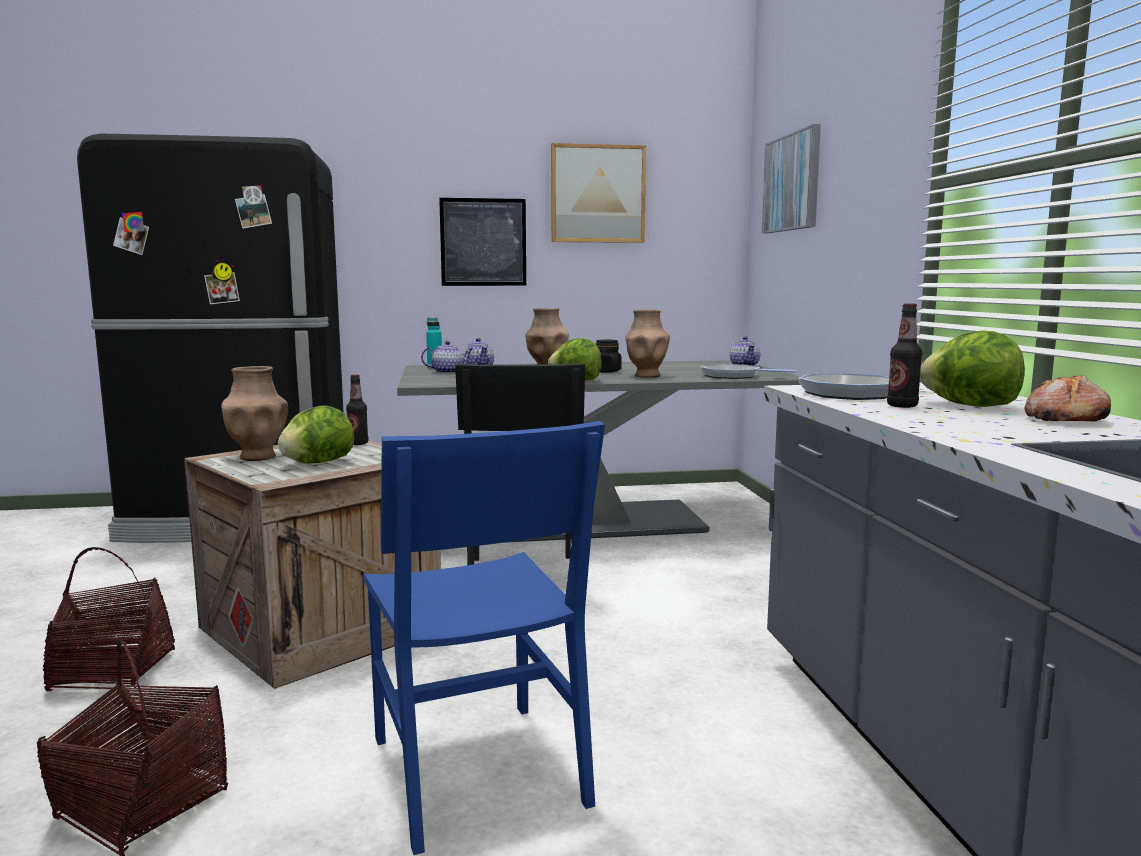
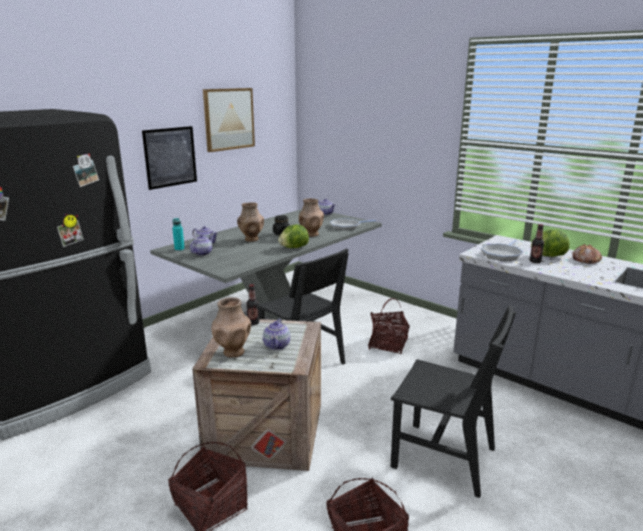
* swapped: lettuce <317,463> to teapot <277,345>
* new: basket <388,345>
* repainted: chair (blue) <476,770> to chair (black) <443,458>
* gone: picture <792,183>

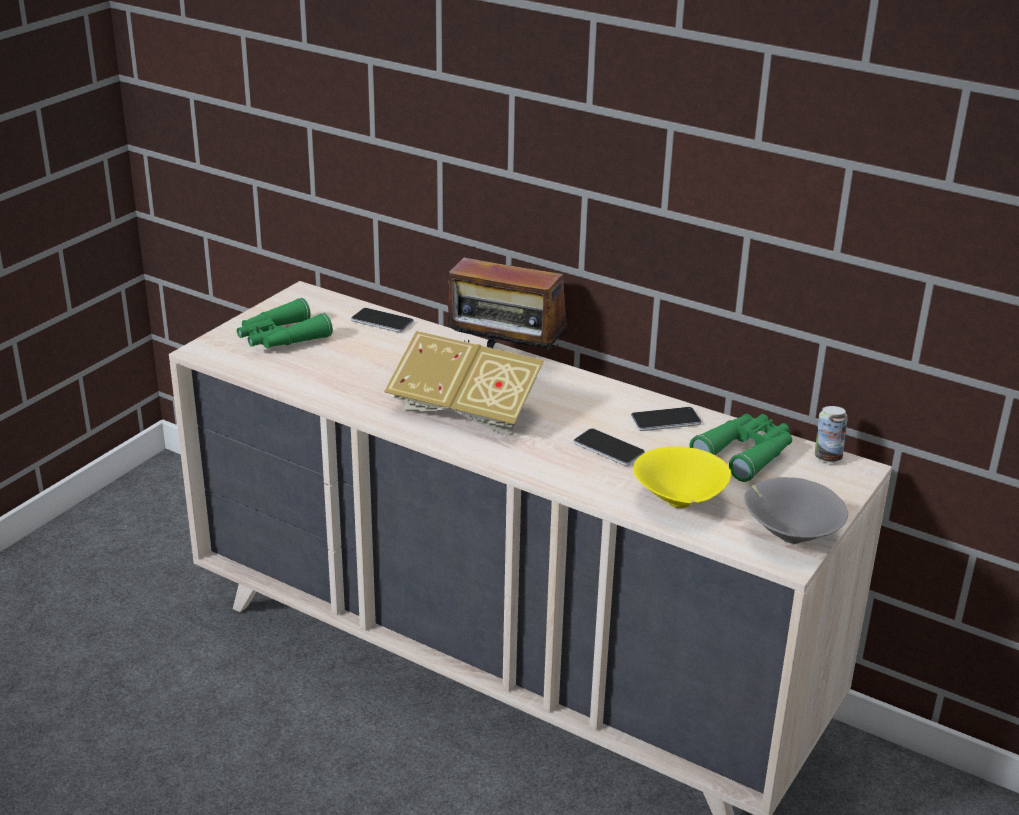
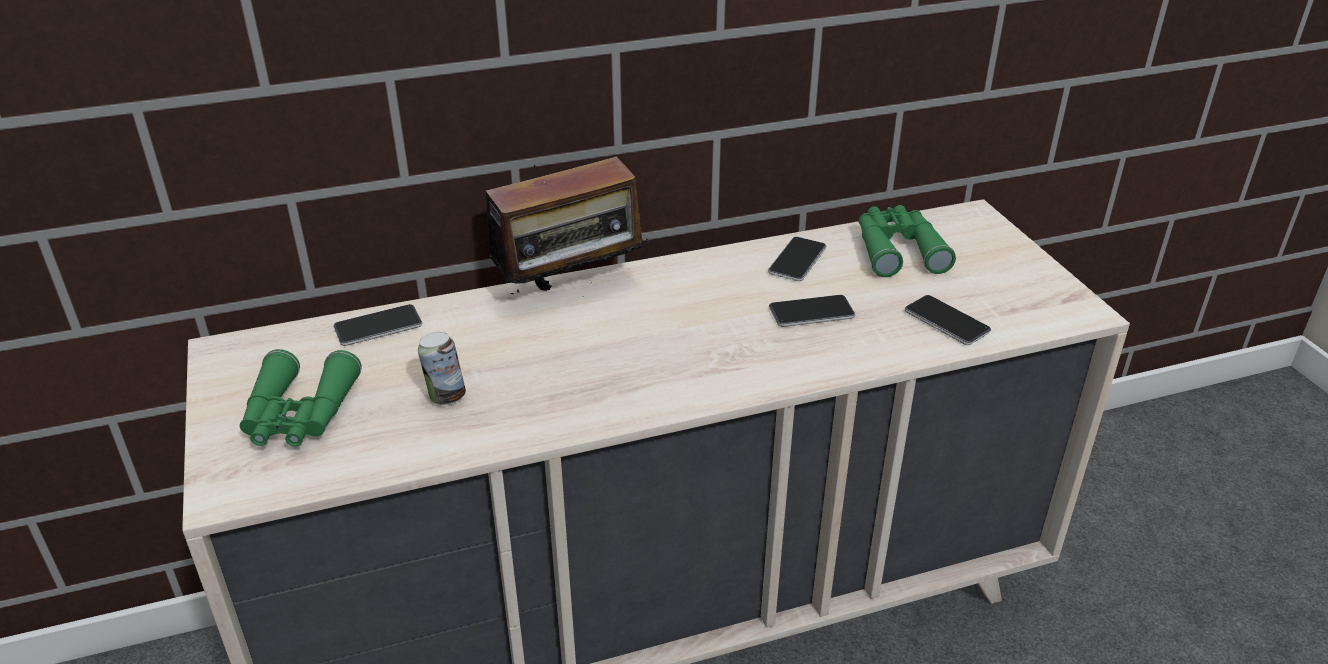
* shifted: can <827,457> to <446,397>
* swapped: bowl (yellow) <679,503> to phone <946,321>
* gone: book <465,411>
* gone: bowl (grey) <789,536>

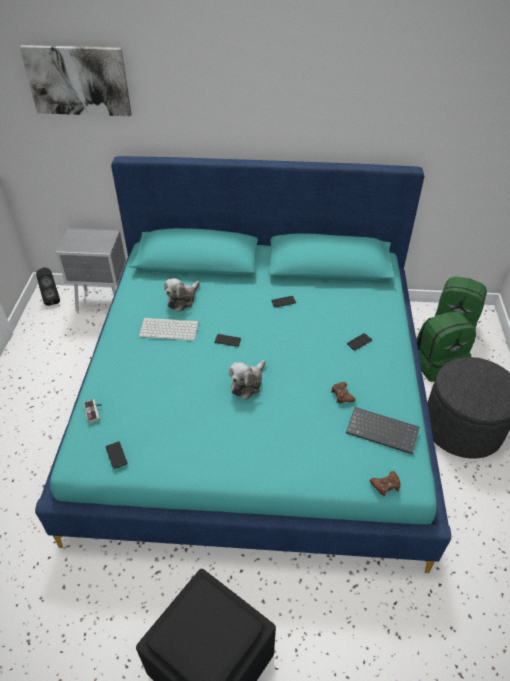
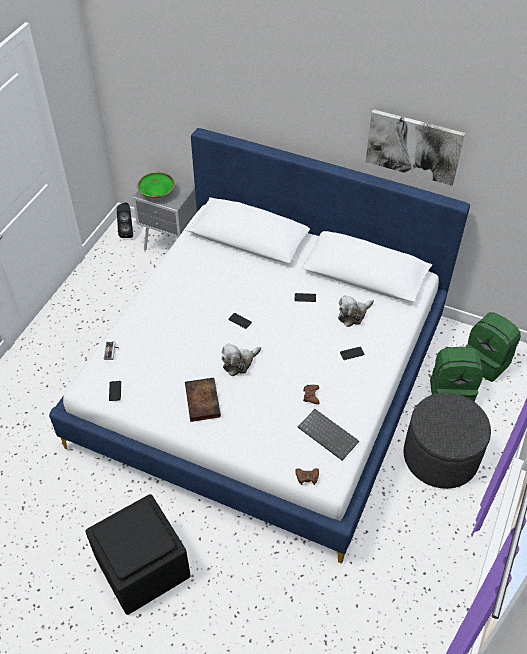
* repainted: bed (turquoise) <255,404> to bed (white) <263,380>
* new: bowl (green) <157,193>
* new: book <201,400>
* shifted: plush toy <182,299> to <353,315>
* shifted: picture <78,80> to <414,146>
* gone: keyboard <170,329>

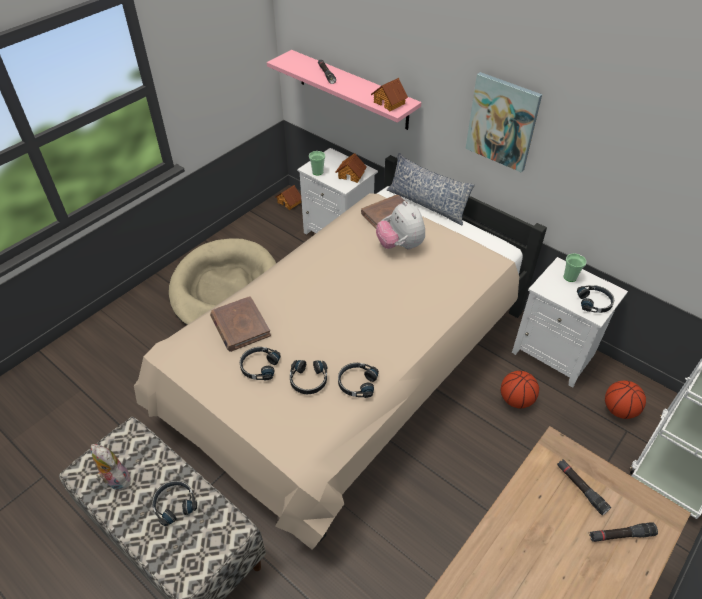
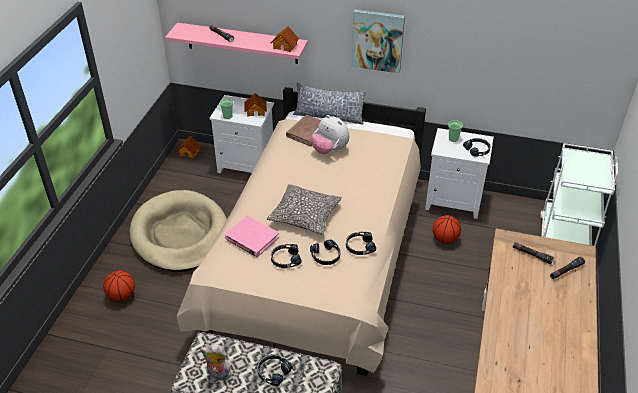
* shifted: basketball <619,410> to <121,296>
* repainted: book (brown) <240,326> to book (pink) <251,238>
* new: pillow <305,215>

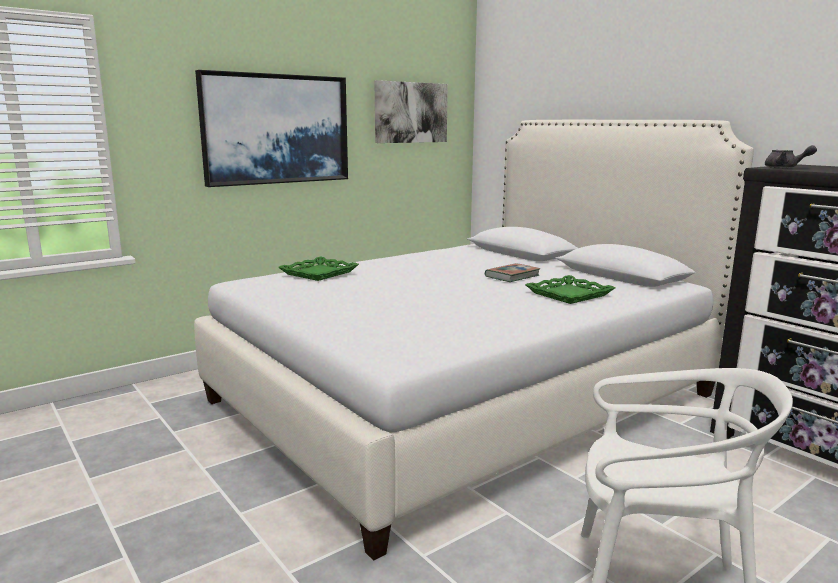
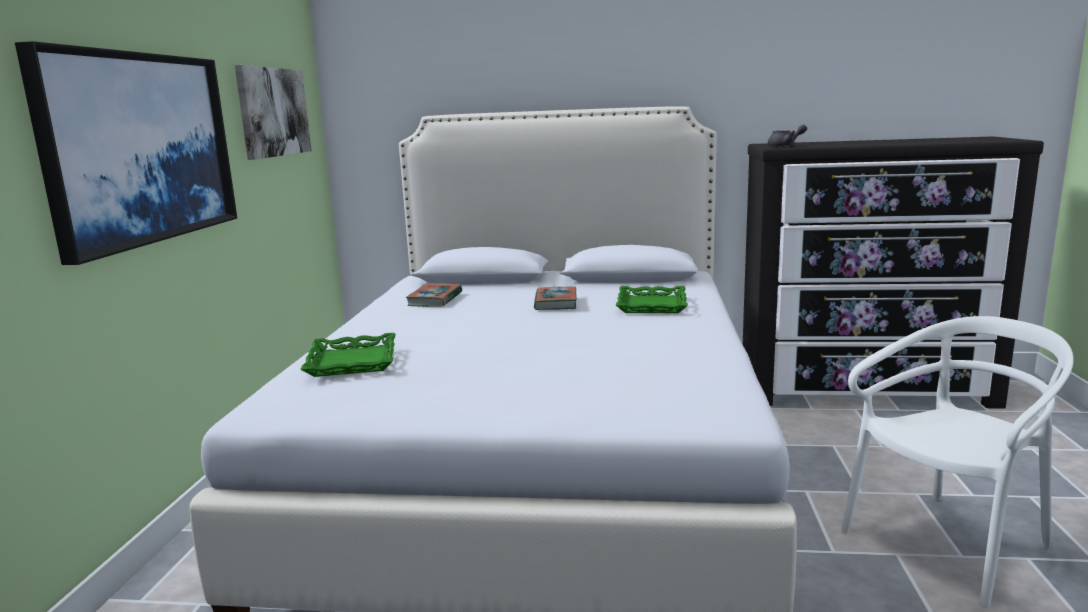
* new: book <435,299>

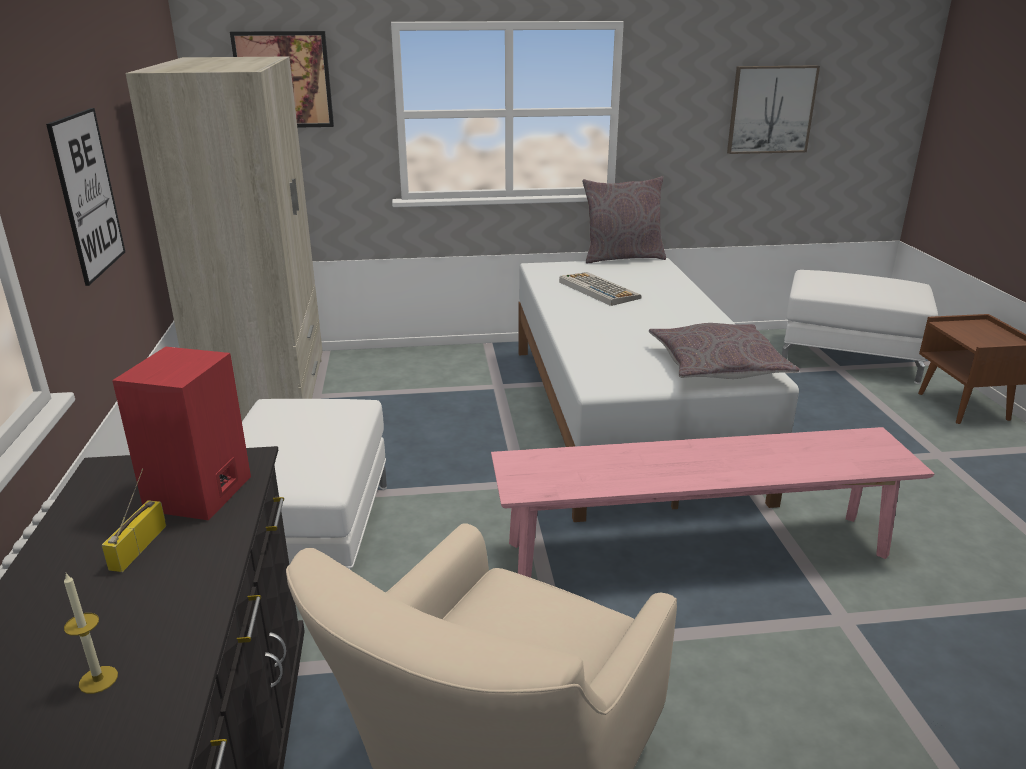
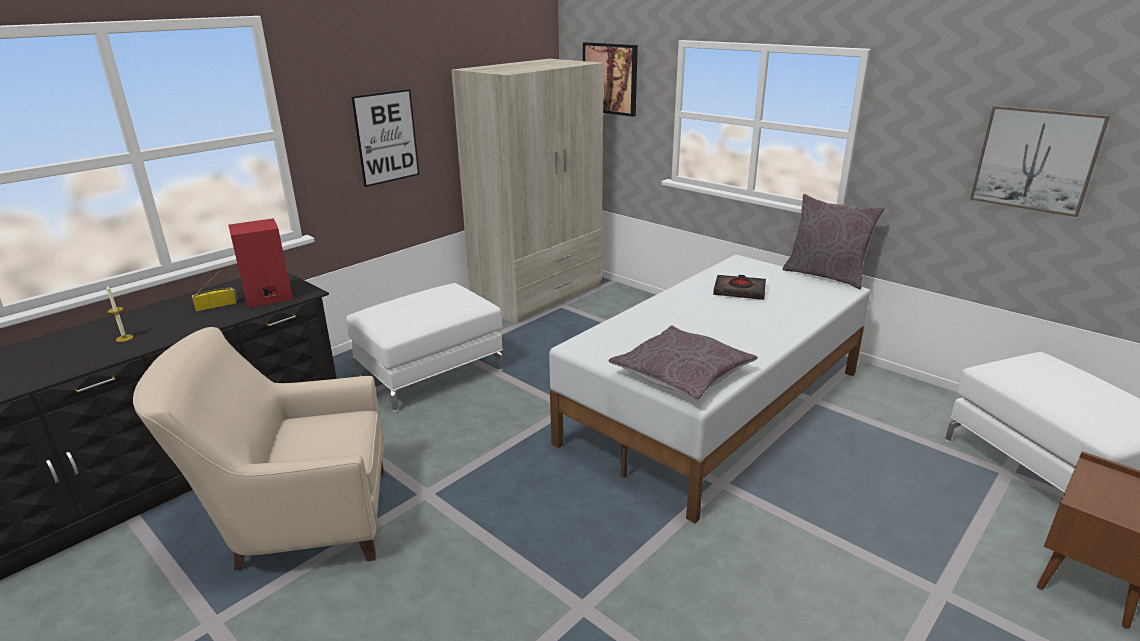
* swapped: keyboard <597,290> to book (black) <739,291>
* gone: bench (pink) <697,549>

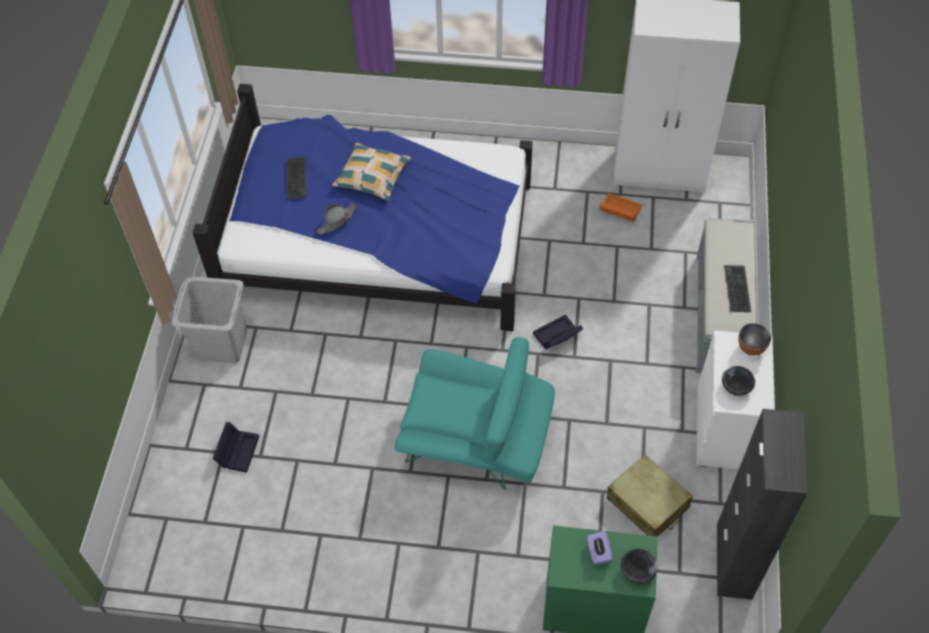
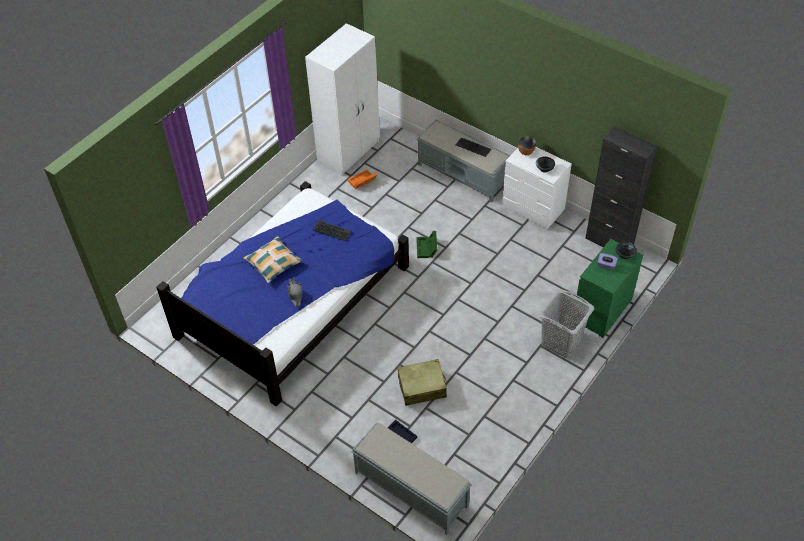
* shifted: keyboard <295,178> to <332,231>
* new: bench (grey) <410,489>
* shifted: suitcase (beige) <647,503> to <422,387>
* repainted: storage box (black) <556,336> to storage box (green) <426,248>
* shifted: laundry basket (grey) <222,344> to <561,341>
* gone: armchair (turquoise) <476,440>

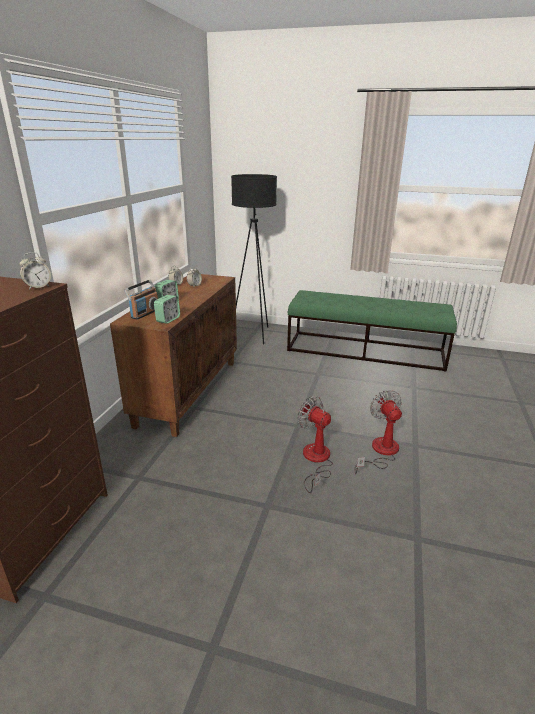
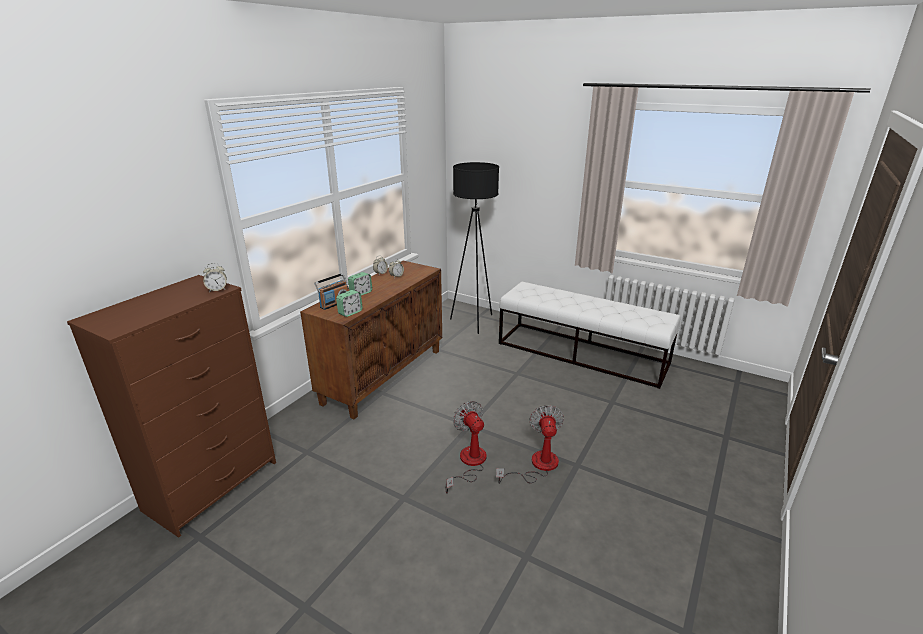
* repainted: bench (green) <366,350> to bench (white) <582,353>

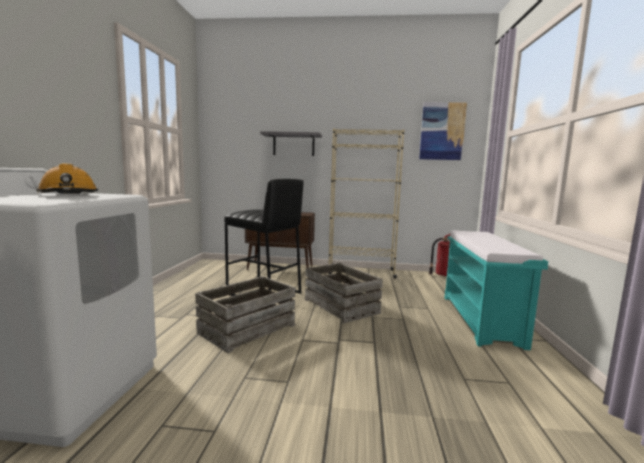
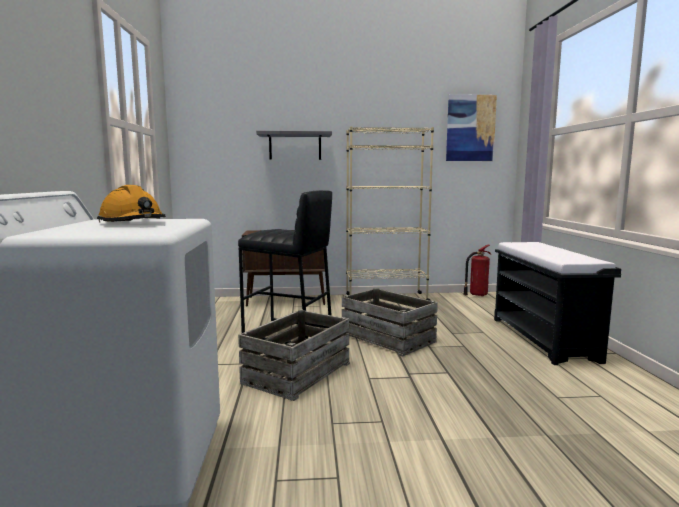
* repainted: bench (turquoise) <481,320> to bench (black) <544,339>

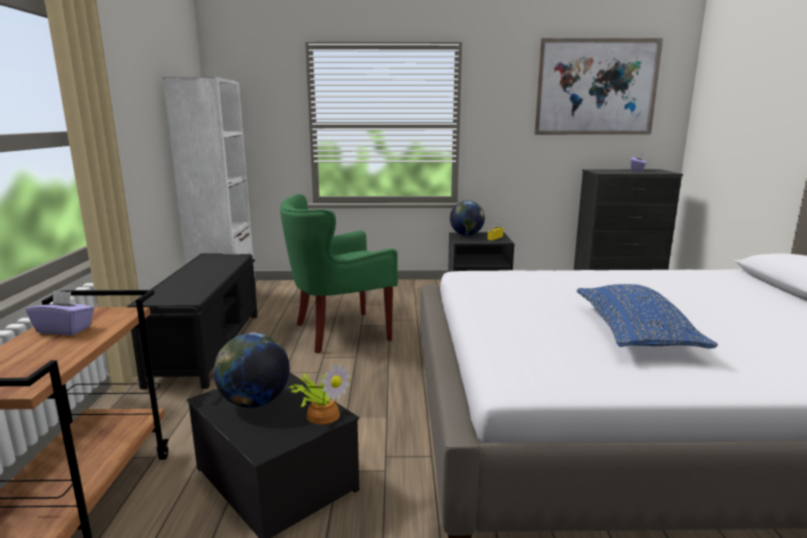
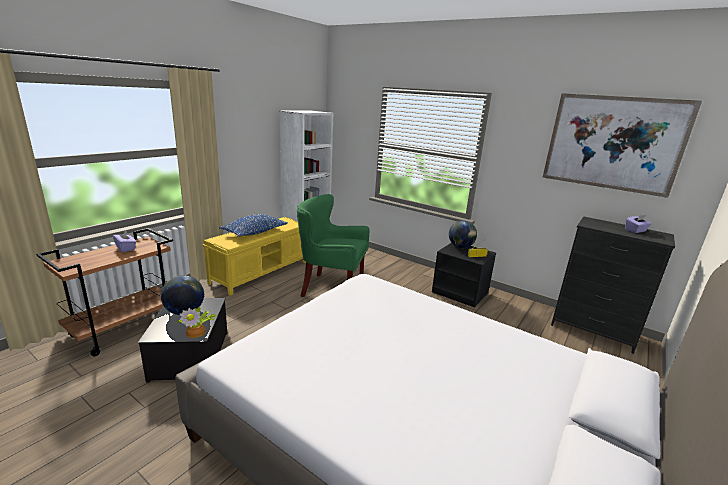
* repainted: bench (black) <208,346> to bench (yellow) <261,272>
* shifted: pillow (blue) <634,333> to <254,232>

